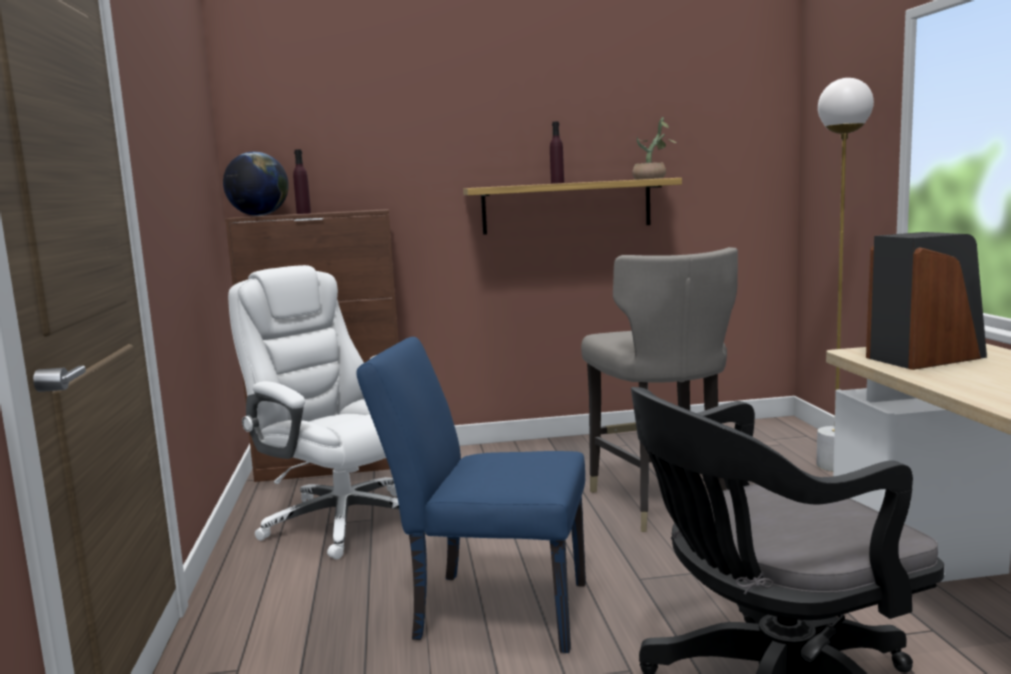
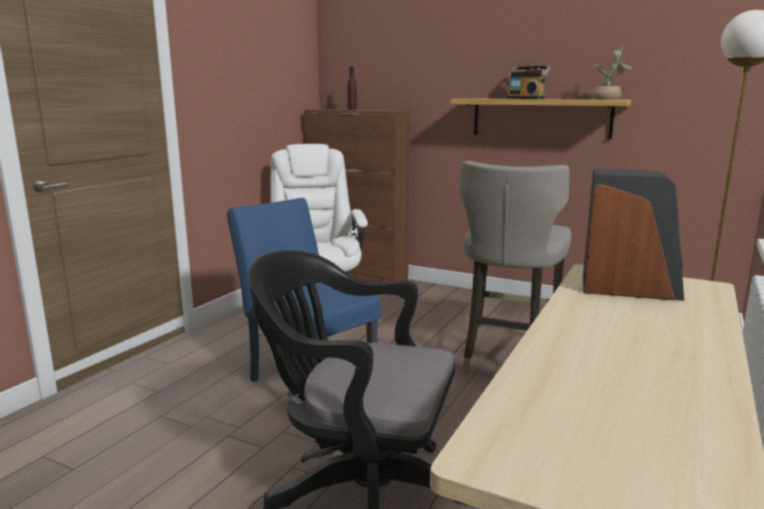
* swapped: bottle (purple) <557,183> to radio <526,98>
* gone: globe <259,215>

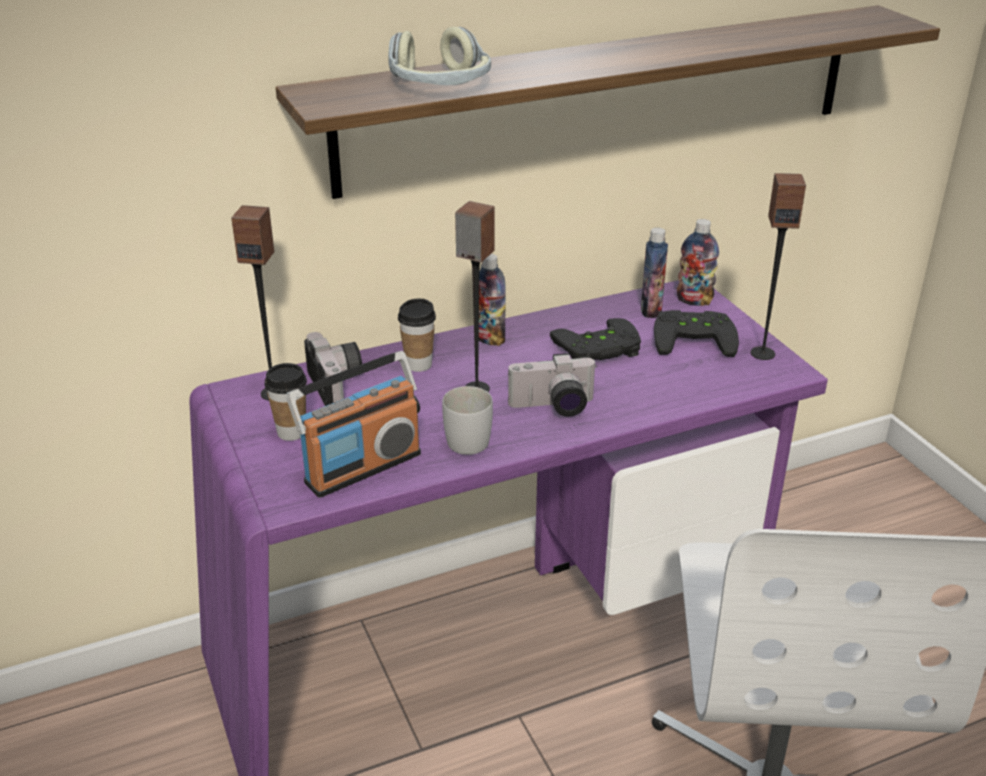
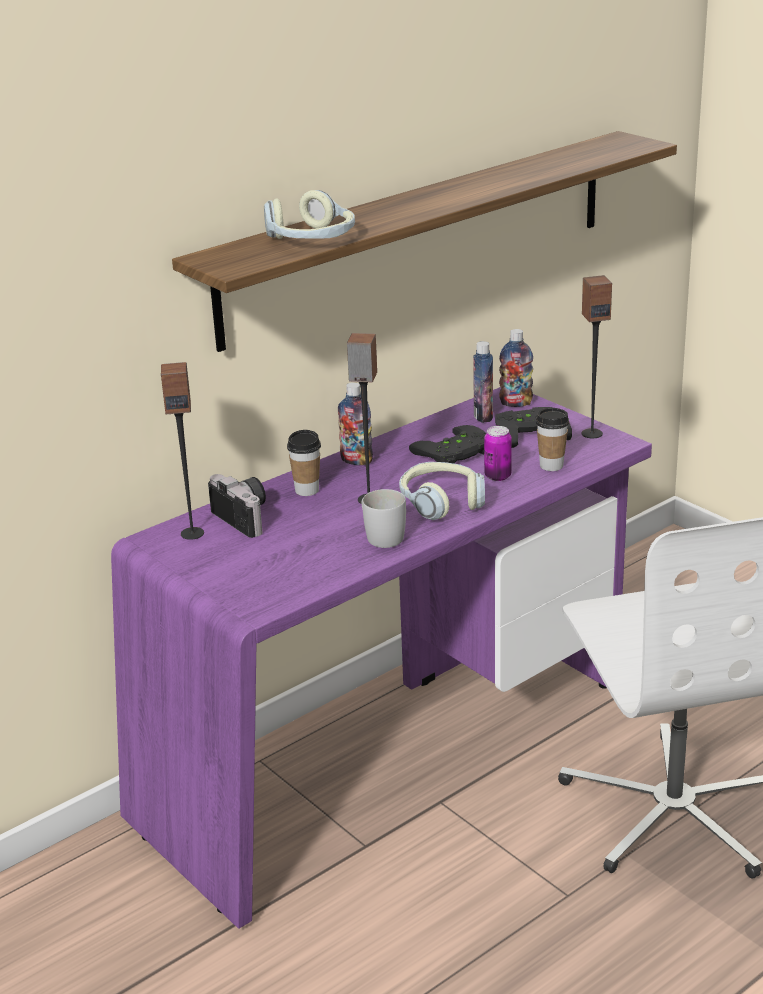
* swapped: photo camera <553,407> to headphones <441,501>
* new: can <497,476>
* shifted: cup <291,432> to <551,465>
* gone: radio <362,467>

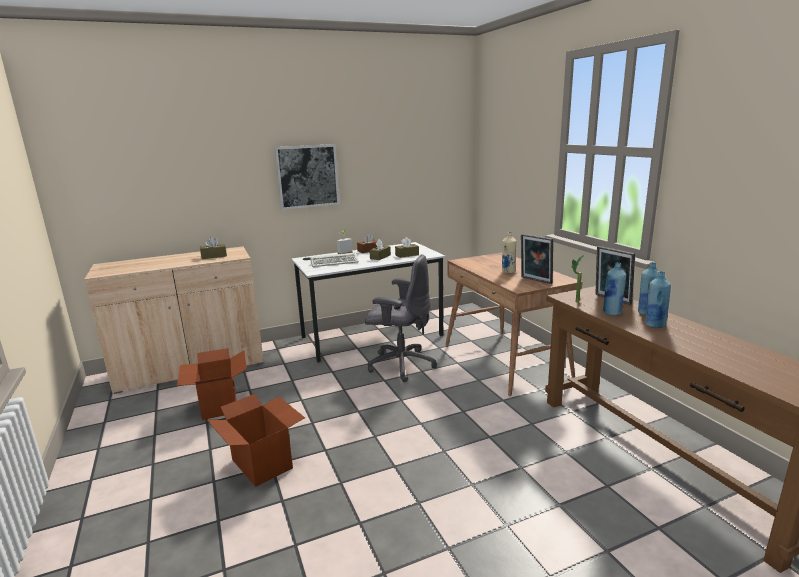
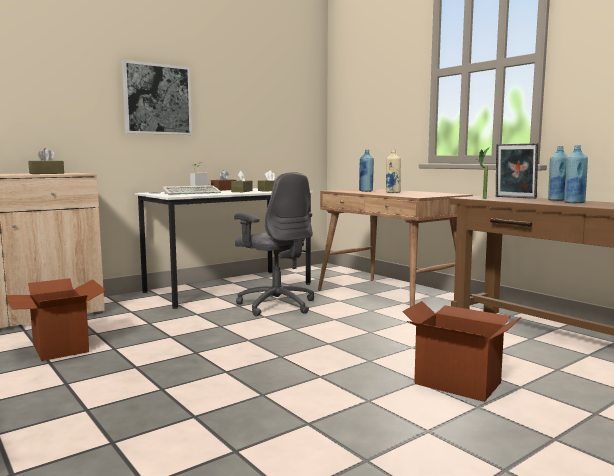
* rotated: office chair (grey) <400,364> = <276,305> 45 degrees clockwise
* shifted: bottle (blue) <612,313> to <366,191>
* shifted: cardboard box <262,463> to <457,383>
* gone: picture frame <535,280>

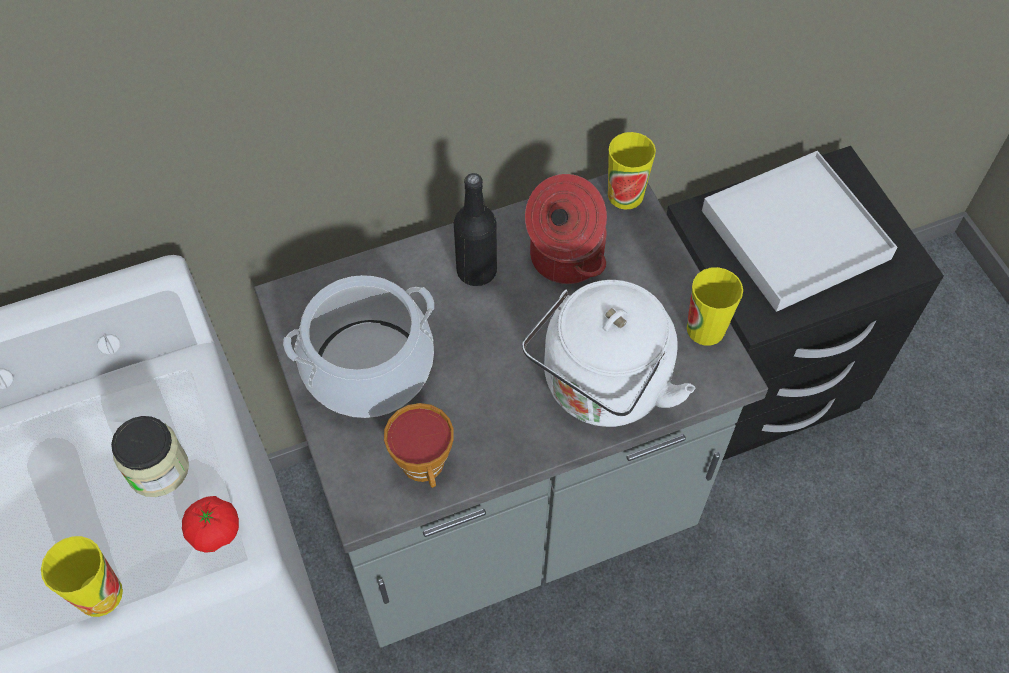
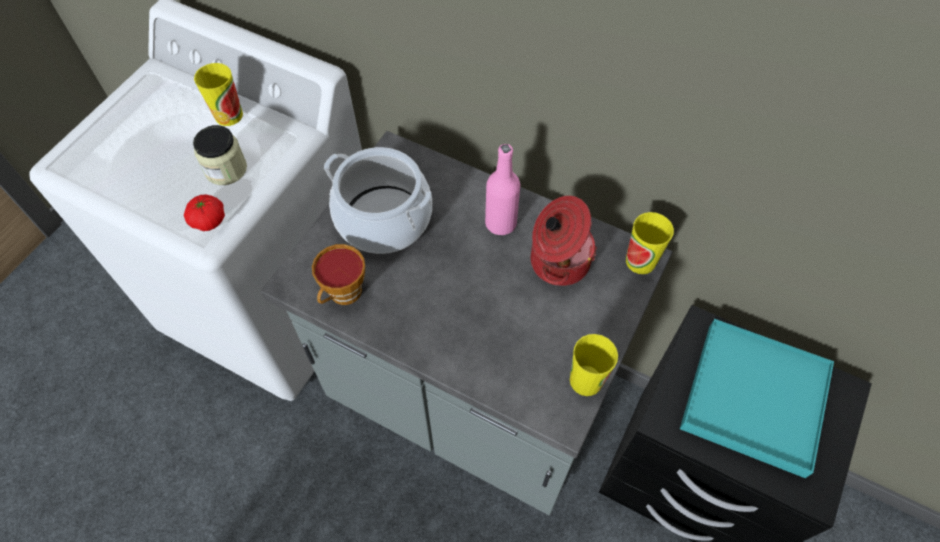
* shifted: cup <99,594> to <229,115>
* repainted: bottle (black) <476,271> to bottle (pink) <500,223>
* repainted: tray (white) <795,234> to tray (turquoise) <754,398>
* gone: kettle (white) <601,388>

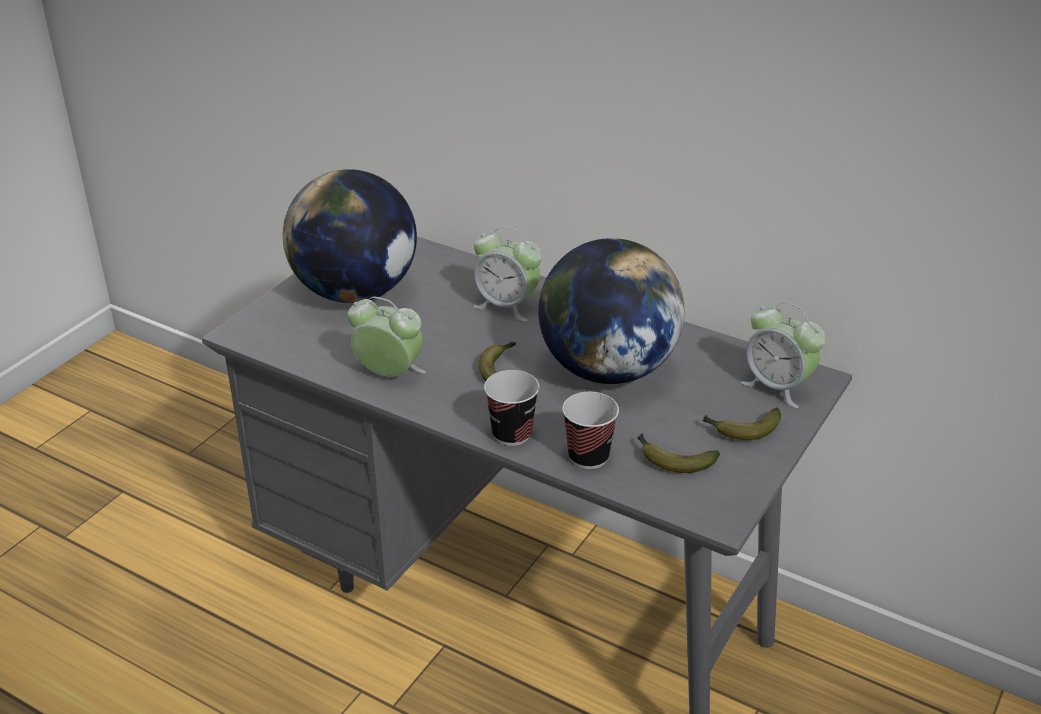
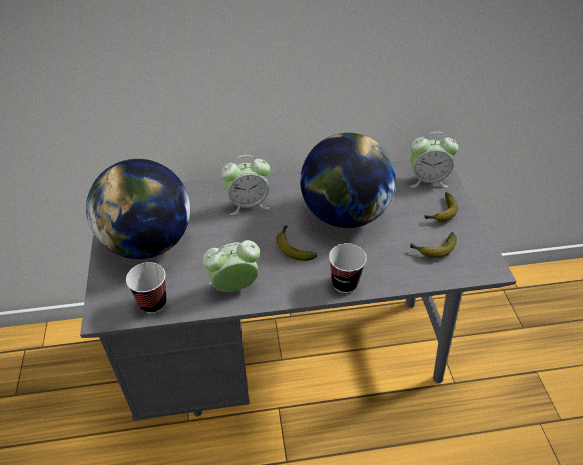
* shifted: cup <588,456> to <153,303>

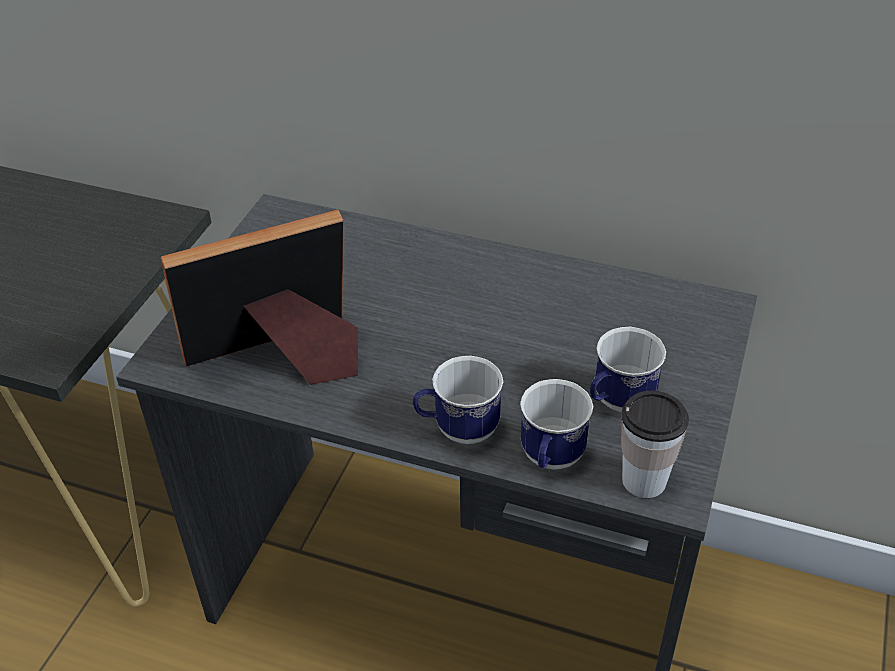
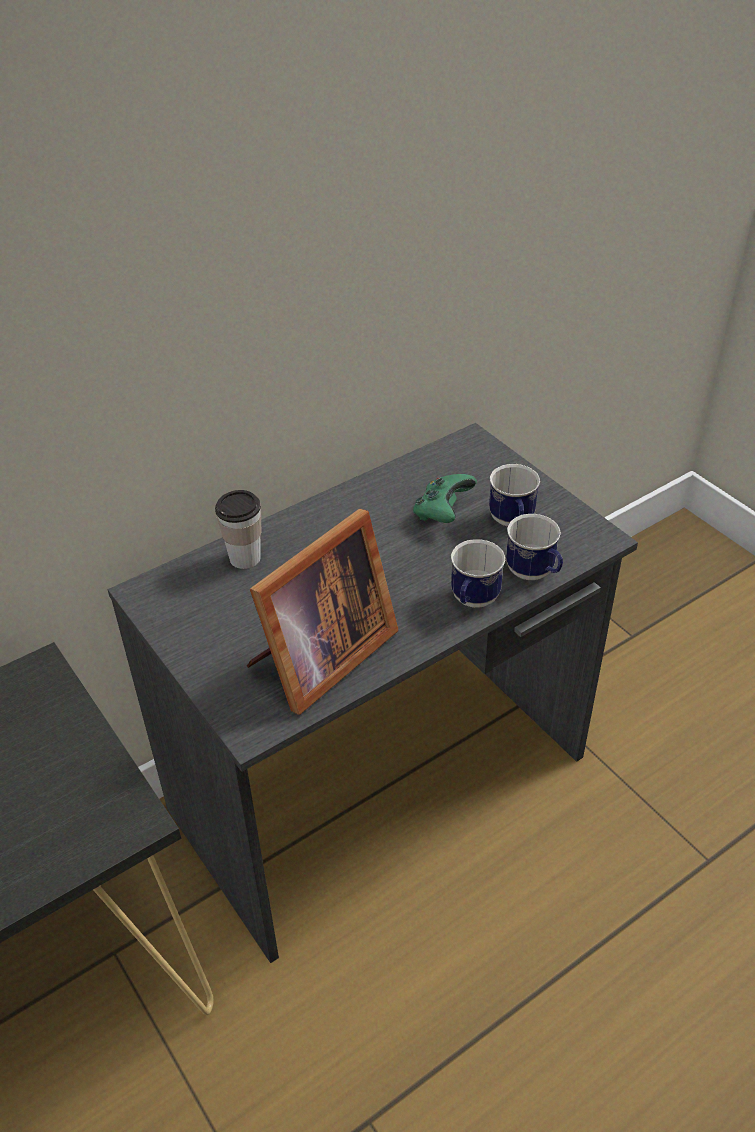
* shifted: cup <643,480> to <245,558>
* rotated: picture frame <281,359> = <319,659> 150 degrees counterclockwise
* new: game controller (green) <442,512>

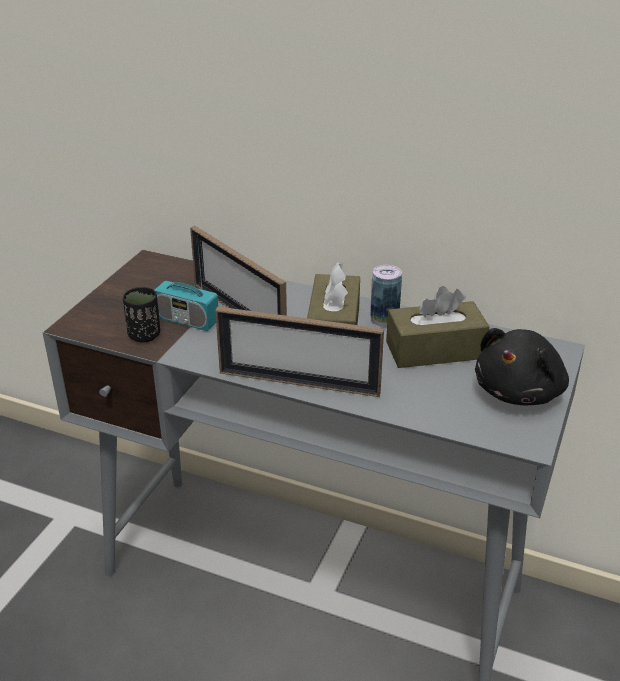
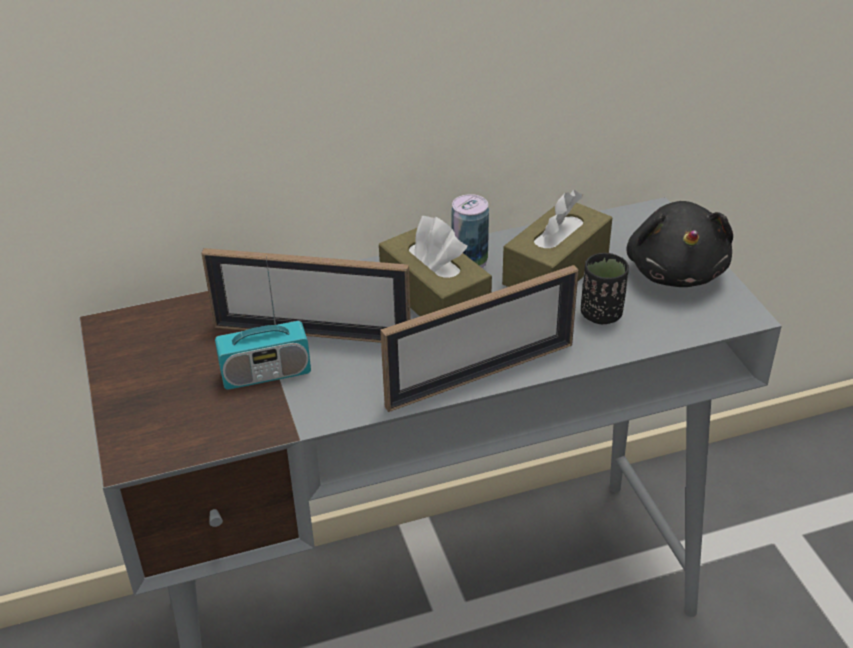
* shifted: cup (black) <144,335> to <601,314>

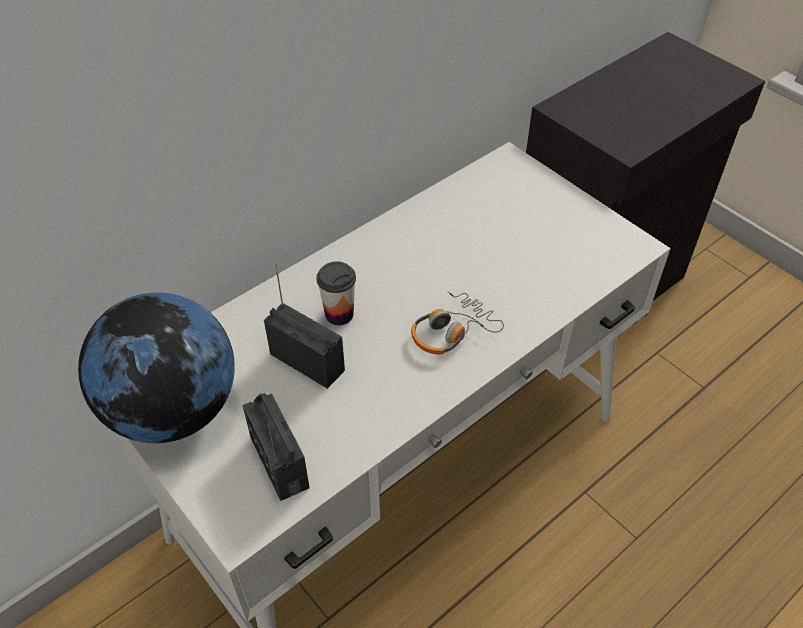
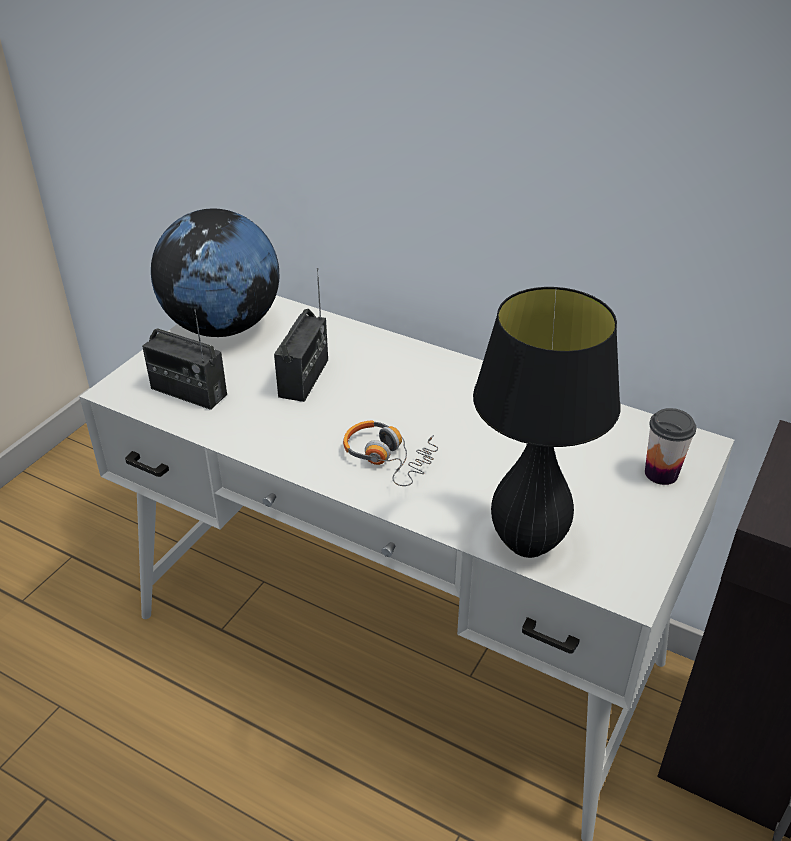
* rotated: radio <278,462> = <188,392> 105 degrees counterclockwise
* new: table lamp (black) <528,544>
* shifted: cup <339,314> to <661,473>

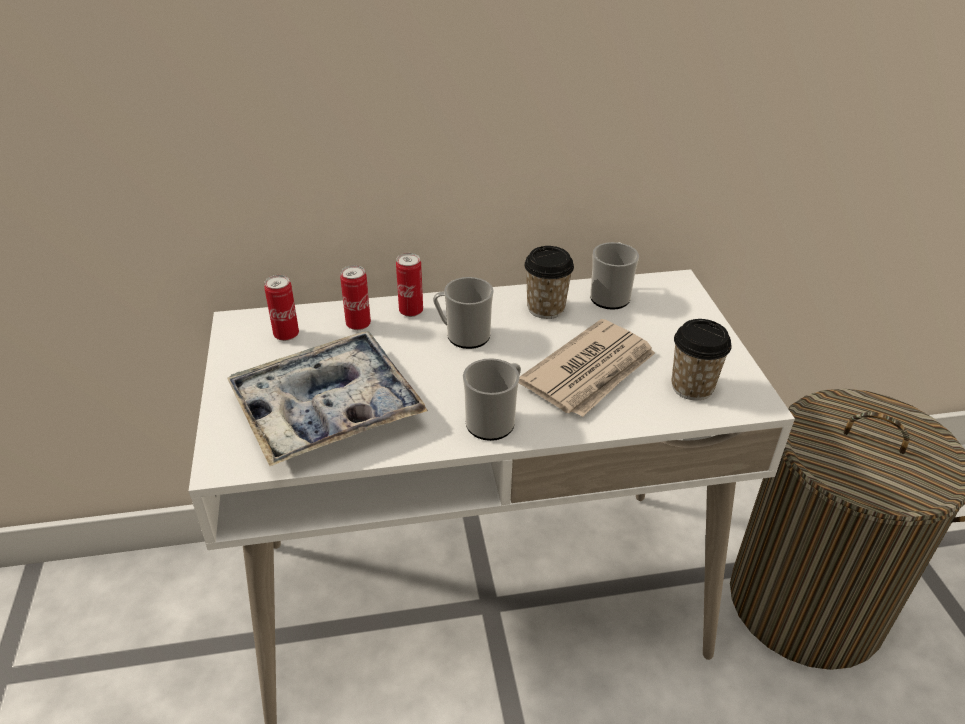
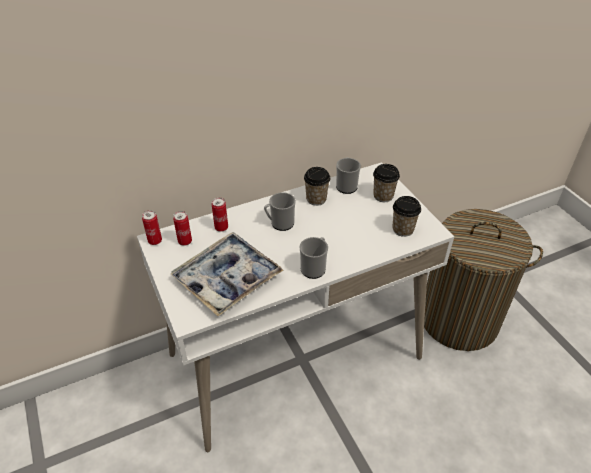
* shifted: can <411,311> to <155,241>
* new: cup <383,196>
* gone: newspaper <591,372>

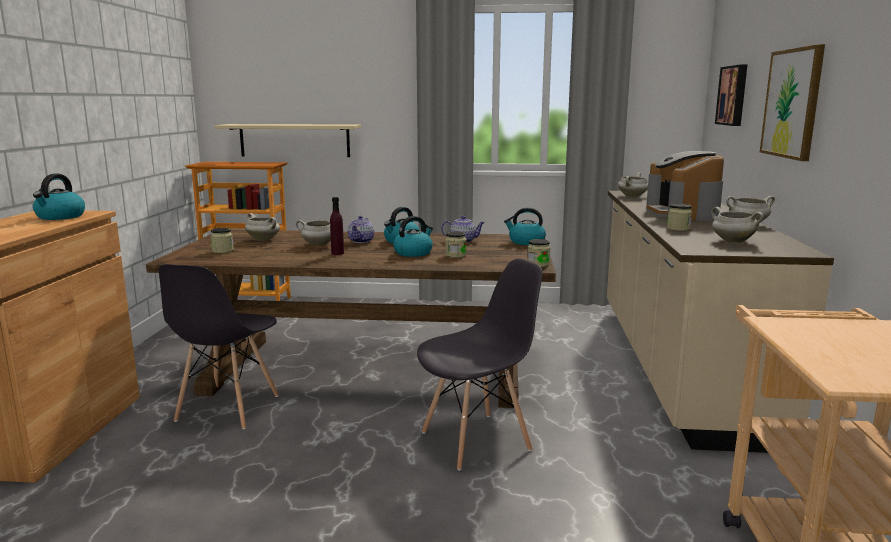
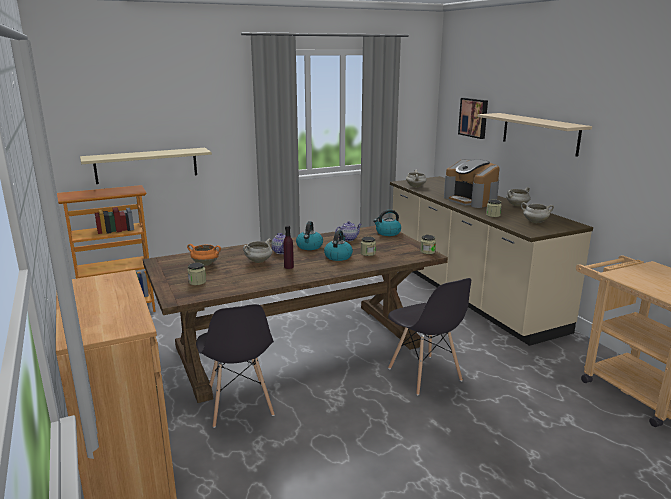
* repainted: cooking pot (white) <264,240> to cooking pot (orange) <206,264>
* rotated: chair (grey) <477,440> = <425,375> 120 degrees clockwise
* swapped: picture <792,103> to shelf (beige) <539,133>
* gone: kettle <60,217>

